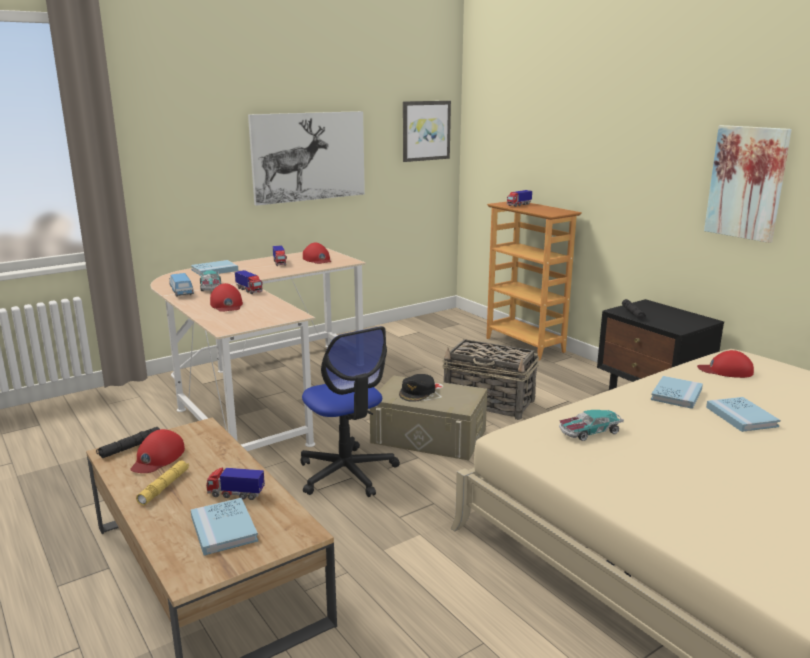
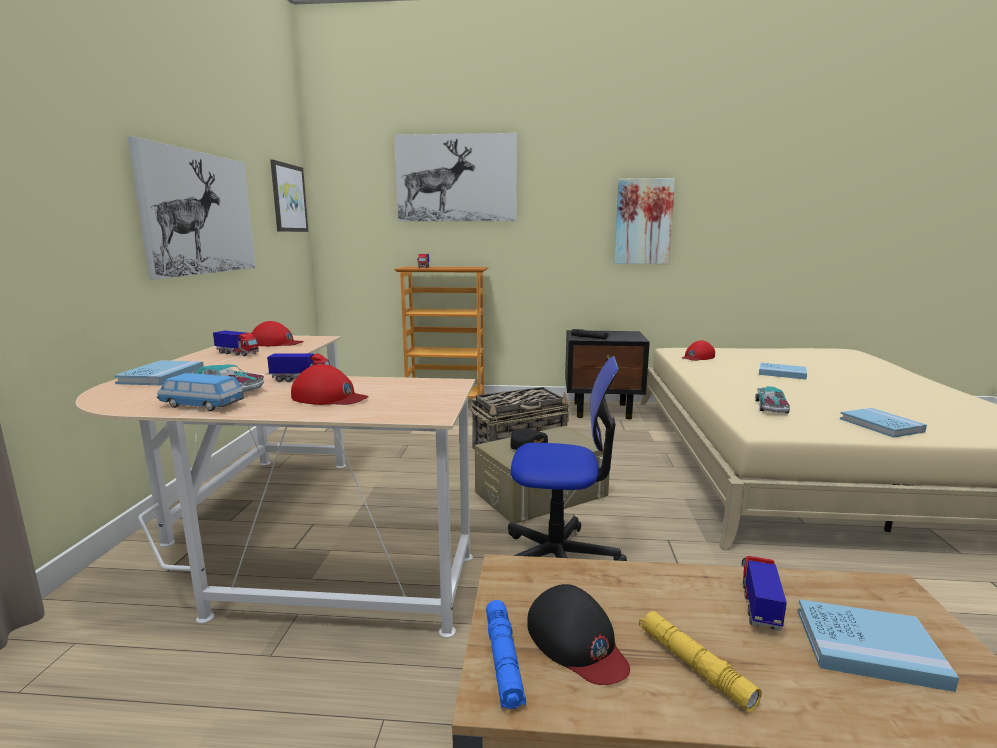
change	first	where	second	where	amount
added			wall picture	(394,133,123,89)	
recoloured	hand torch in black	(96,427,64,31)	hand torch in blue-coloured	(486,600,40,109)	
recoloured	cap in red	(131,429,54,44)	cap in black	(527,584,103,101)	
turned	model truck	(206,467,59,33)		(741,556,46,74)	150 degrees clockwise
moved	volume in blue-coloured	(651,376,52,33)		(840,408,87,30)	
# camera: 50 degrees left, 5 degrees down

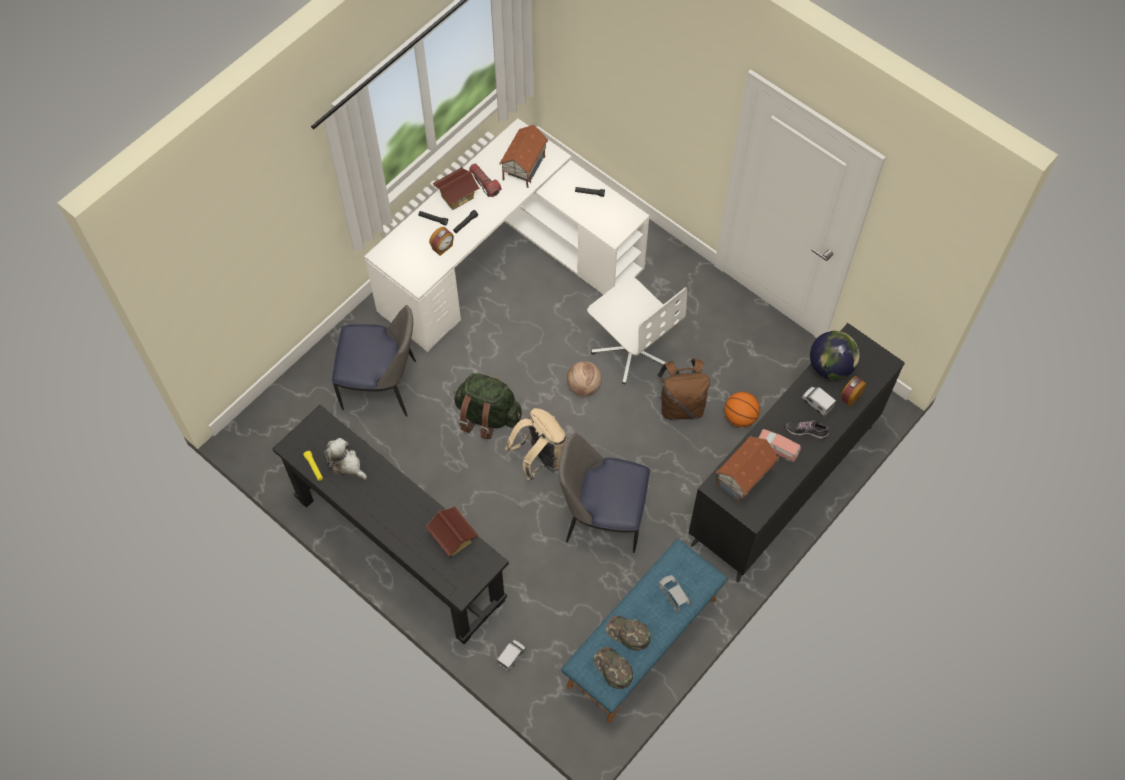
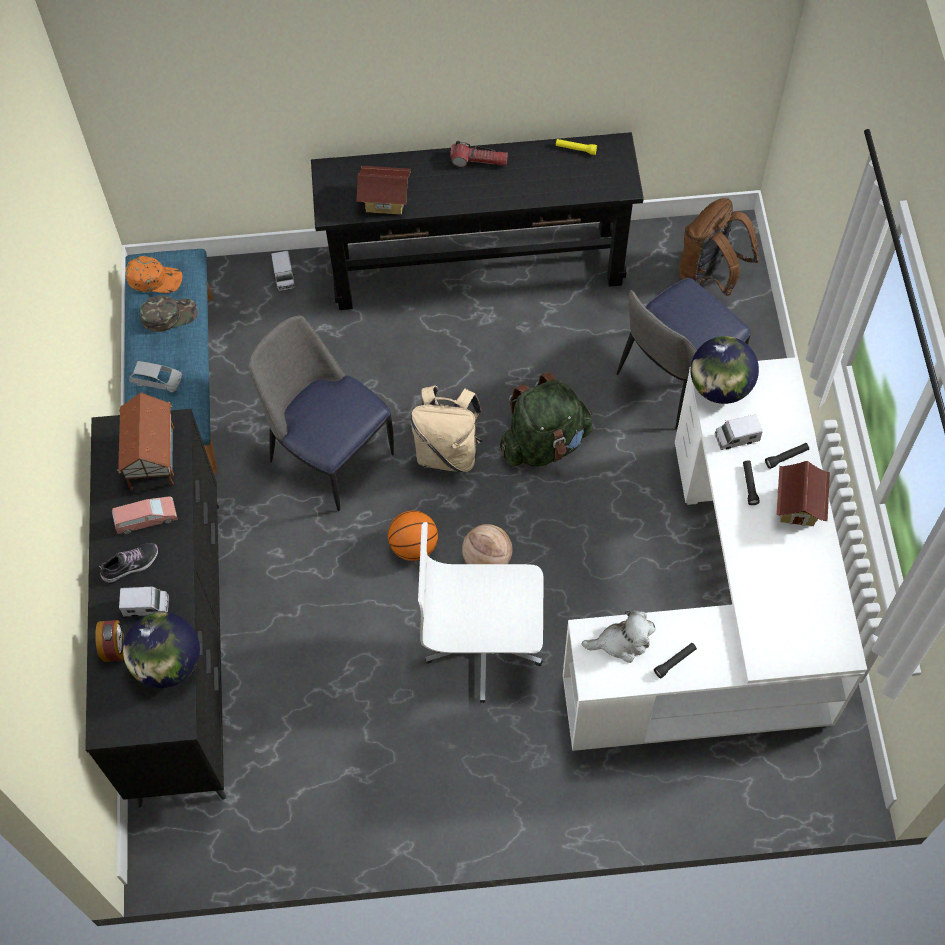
change	first	where	second	where	amount
recoloured	cap in green-coloured	(594,647,39,42)	cap in orangey	(125,256,58,37)	
turned	upright chair	(559,433,91,120)		(248,316,146,195)	105 degrees counterclockwise
moved	basketball ball	(724,392,36,35)		(388,511,50,50)	
moved	hand torch	(469,163,32,34)		(450,141,58,26)	
moved	soft toy	(324,438,43,42)		(582,610,74,53)	
moved	rucksack in brown-coloured	(657,359,53,61)		(679,198,80,98)	
added			desk globe	(691,336,68,68)	
replaced	alarm clock	(429,227,25,29)	model truck	(715,414,48,36)	
removed	toy house	(499,125,49,63)			
# camera: 135 degrees right, 0 degrees up

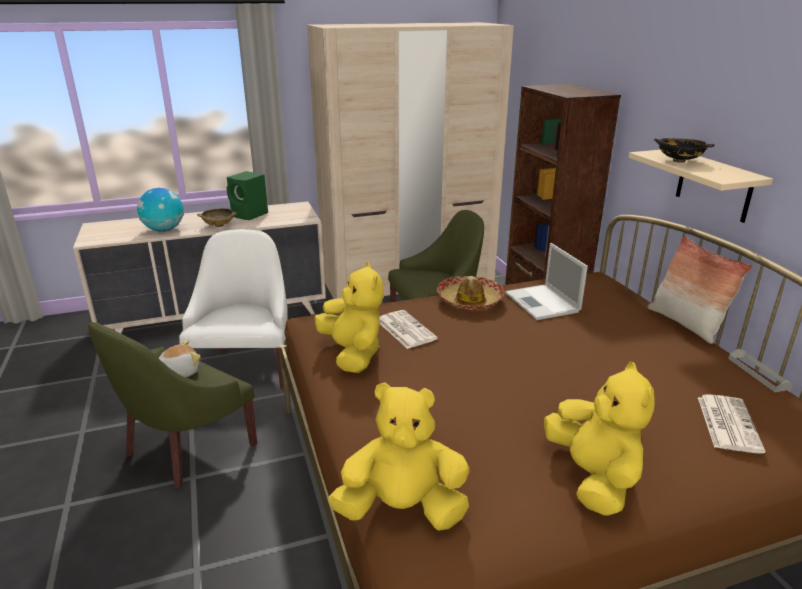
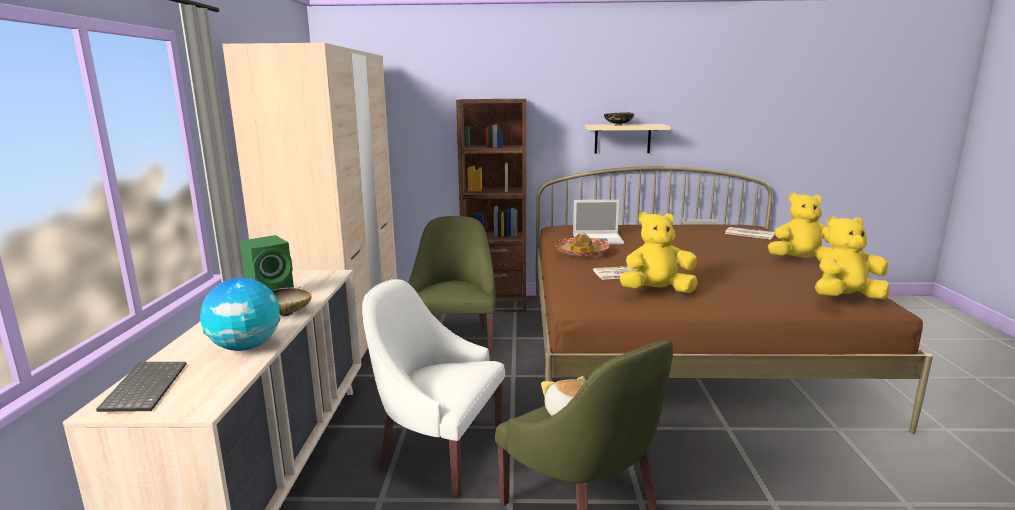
change	first	where	second	where	amount
added			keyboard	(96,362,90,50)	
turned	soft toy in yellow-coloured	(328,382,142,149)		(815,216,75,83)	60 degrees clockwise
removed	cushion	(648,235,105,109)			
# camera: 70 degrees left, 10 degrees down

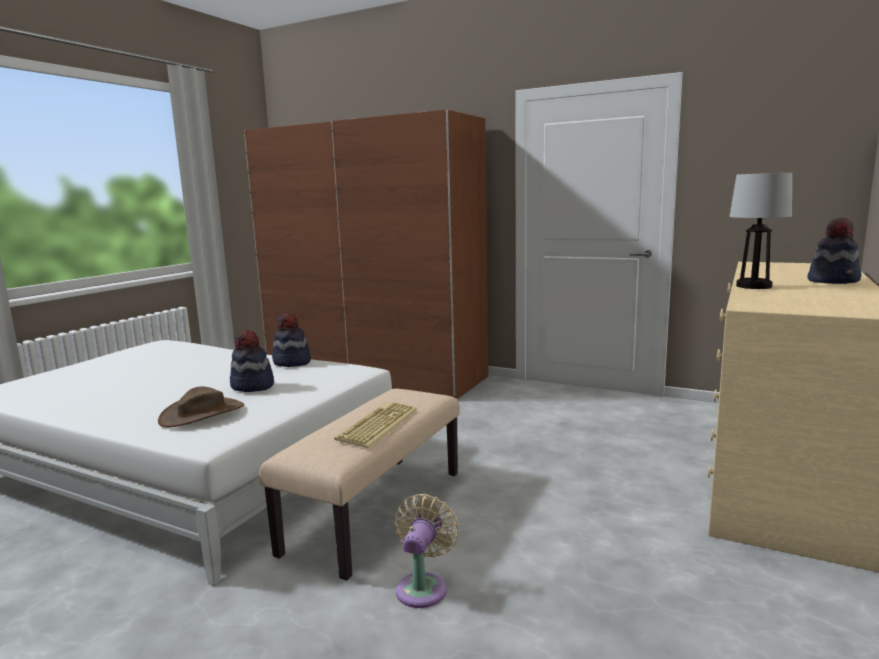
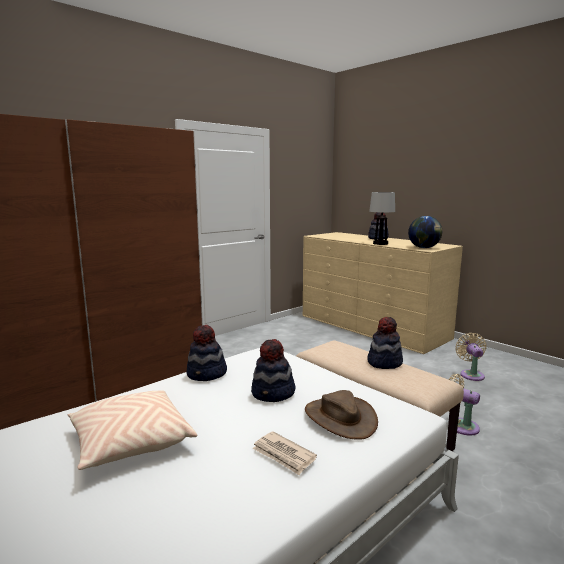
change	first	where	second	where	amount
added			cushion in sand-coloured	(68,390,129,80)	
added			daily paper	(252,431,65,44)	
replaced	keyboard	(334,402,83,46)	clothing hat	(367,317,36,52)	
added			desk globe	(408,216,34,32)	
added			cooling fan in sand-coloured	(455,333,32,48)	
# camera: 70 degrees left, 0 degrees up

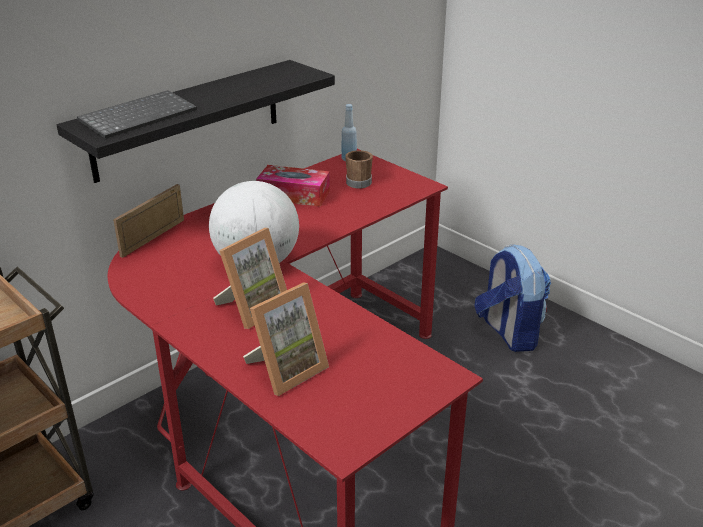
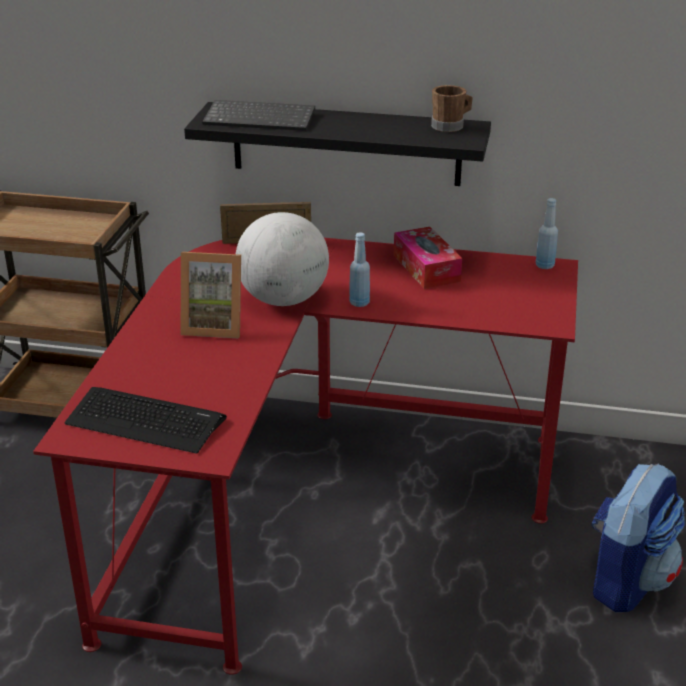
change	first	where	second	where	amount
added			keyboard	(64,387,163,67)	
added			beverage bottle in blue-coloured	(349,232,21,75)	
moved	mug in brown-coloured	(345,150,28,38)		(431,85,42,47)	
removed	standing frame	(243,282,86,114)			
# camera: 55 degrees right, 0 degrees up

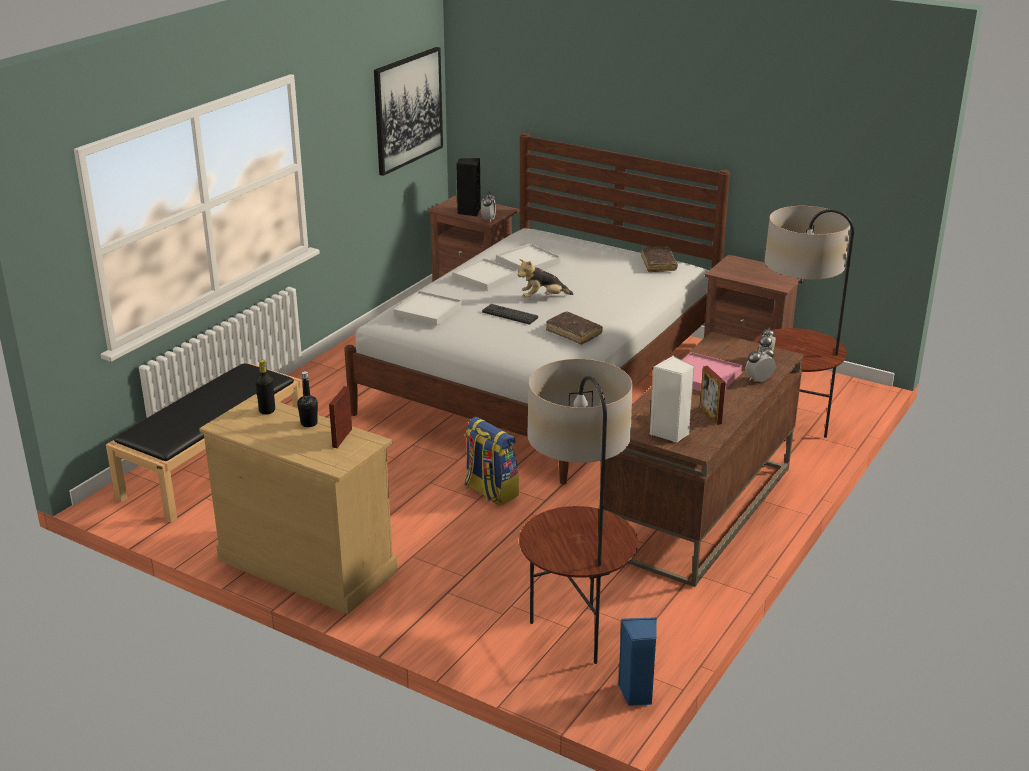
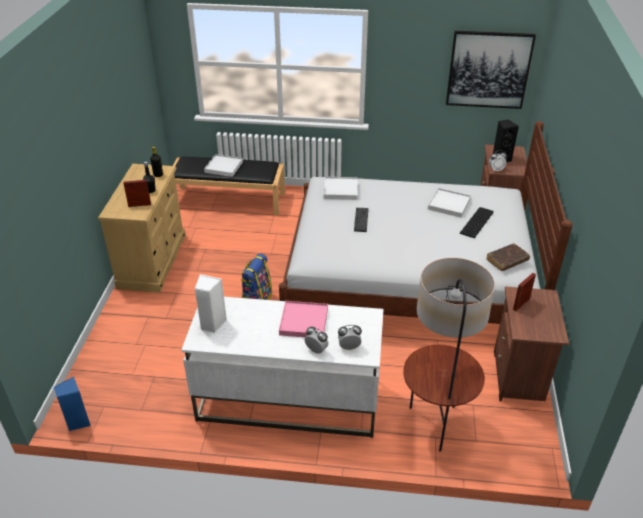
change	first	where	second	where	amount
recoloured	desk table in brown-coloured	(603,331,201,256)	desk table in white-coloured	(181,297,203,141)	
moved	tray in white-coloured	(452,258,67,33)		(204,154,39,23)	
added			keyboard	(460,207,34,31)	
moved	standing frame	(700,366,26,59)		(513,273,23,38)	
removed	soft toy	(518,259,55,39)			
removed	standing lamp	(519,359,119,305)			
removed	volume in brown-coloured	(546,311,57,33)			
# camera: 65 degrees right, 10 degrees up

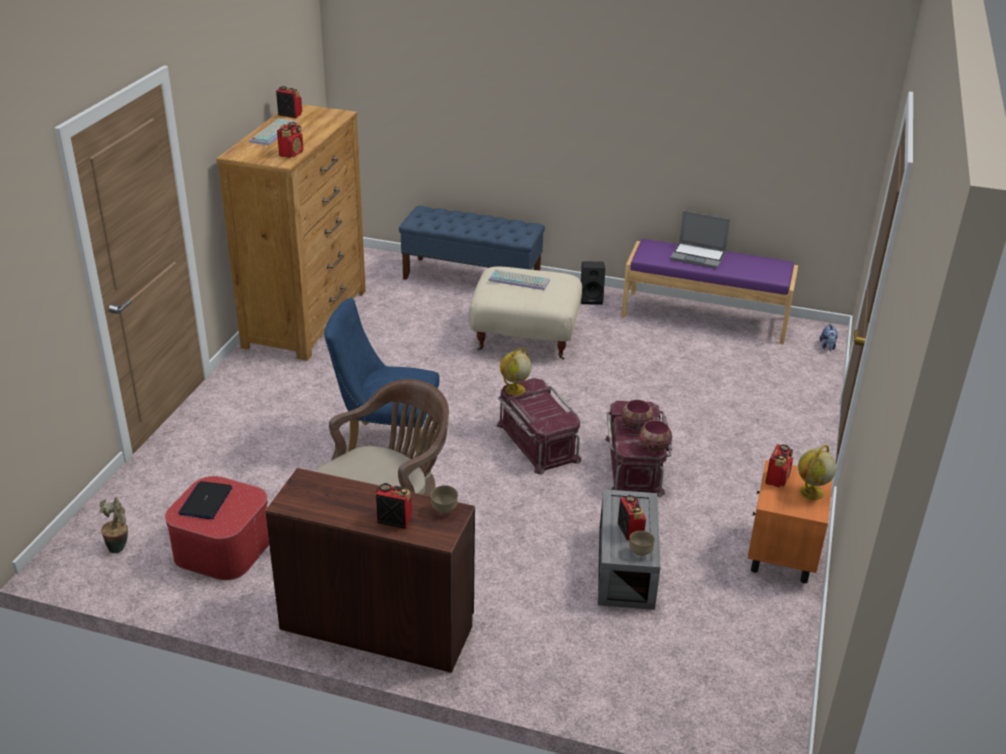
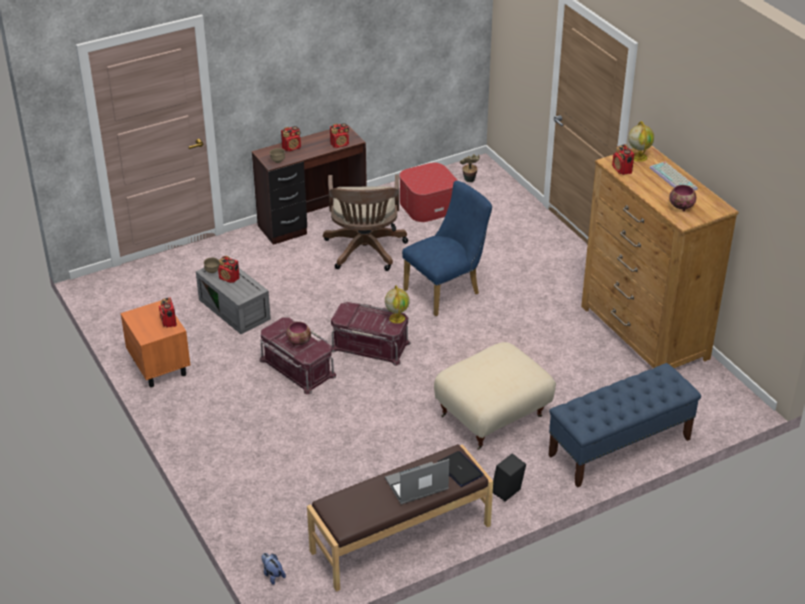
change	first	where	second	where	amount
recoloured	indoor bench in purple	(621,239,177,105)	indoor bench in brown-coloured	(307,444,186,148)	
moved	radio	(276,86,26,32)		(330,123,19,25)	
moved	laptop	(178,481,54,38)		(437,451,46,36)	
moved	desk globe	(798,445,38,55)		(628,121,26,41)	
moved	bowl	(639,420,33,34)		(669,185,27,26)	
removed	keyboard	(488,270,62,20)			
# camera: 135 degrees right, 5 degrees up

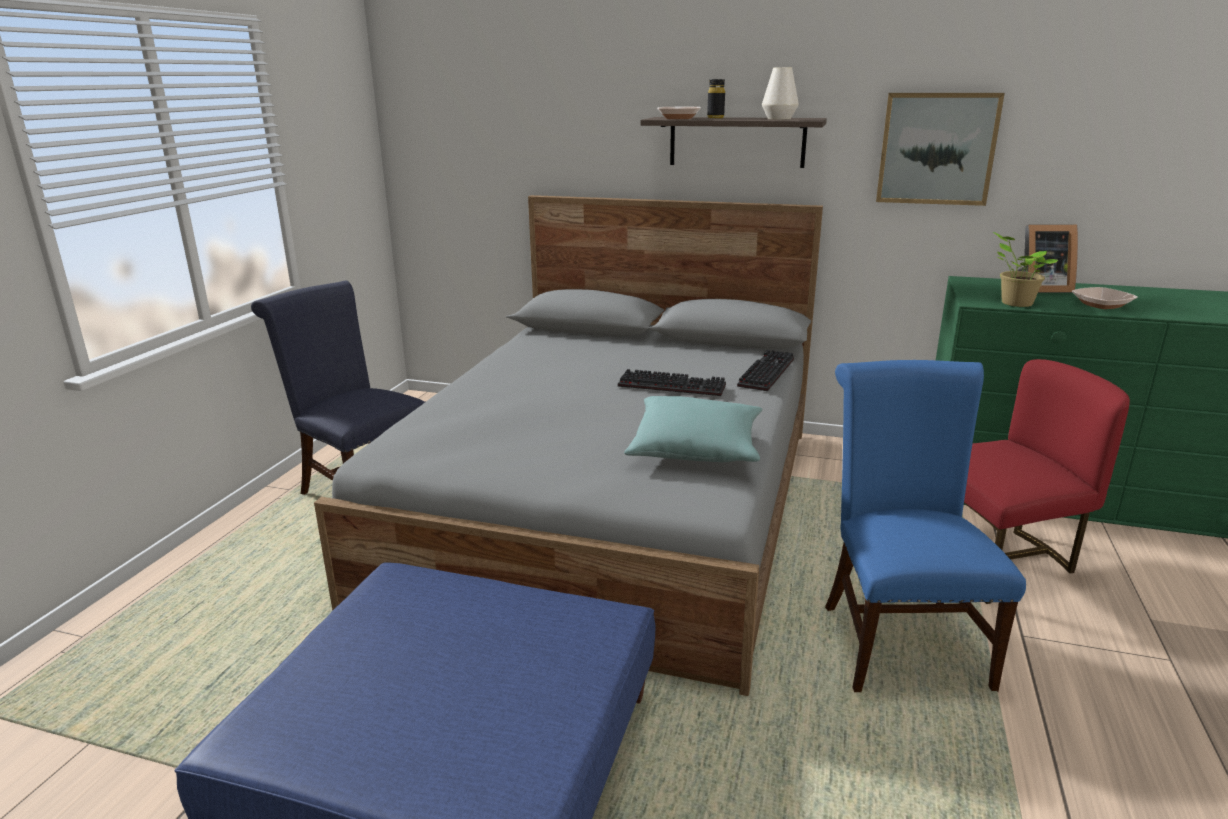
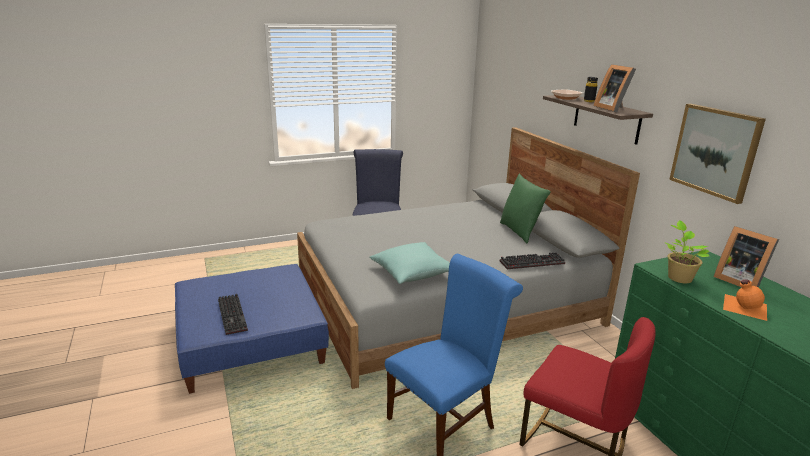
change	first	where	second	where	amount
moved	keyboard	(618,369,108,27)		(218,294,30,41)	
added			cushion in green-coloured	(500,174,51,69)	
replaced	flower vase in white-coloured	(762,67,37,53)	standing frame	(594,64,42,48)	
replaced	bowl	(1072,287,66,22)	beverage bottle in orangey	(723,279,44,42)	
# camera: 50 degrees right, 0 degrees up

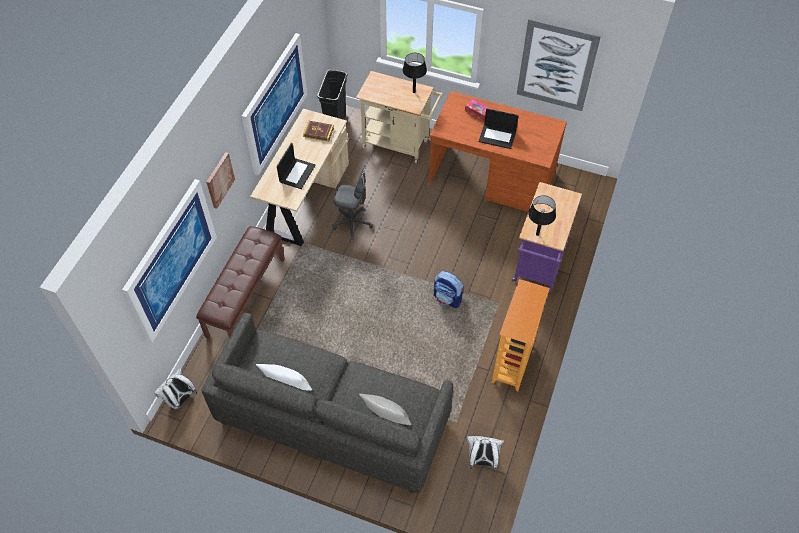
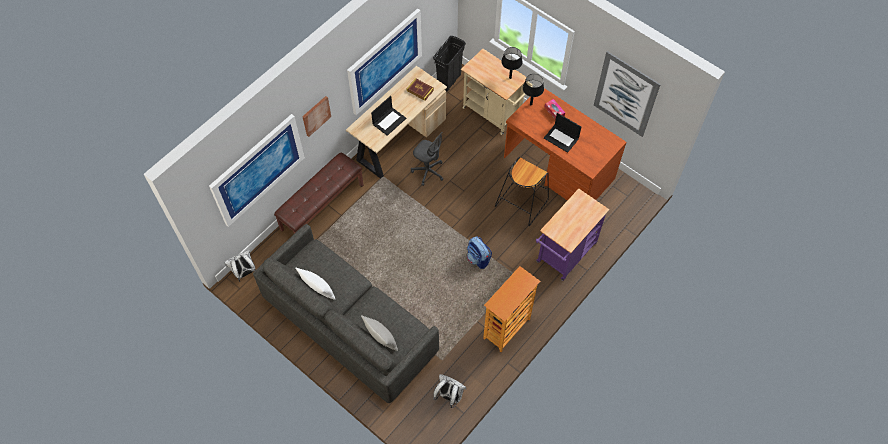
change	first	where	second	where	amount
added			stool seat in black	(495,157,54,69)	
moved	table lamp in black	(528,195,28,41)		(523,74,21,31)	
# camera: 20 degrees right, 5 degrees up

